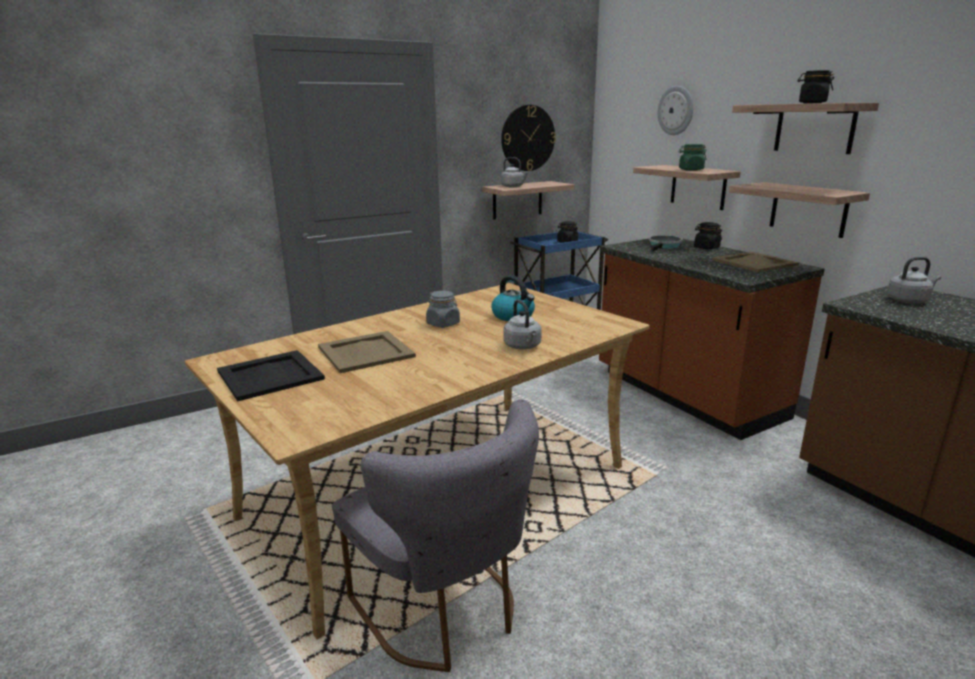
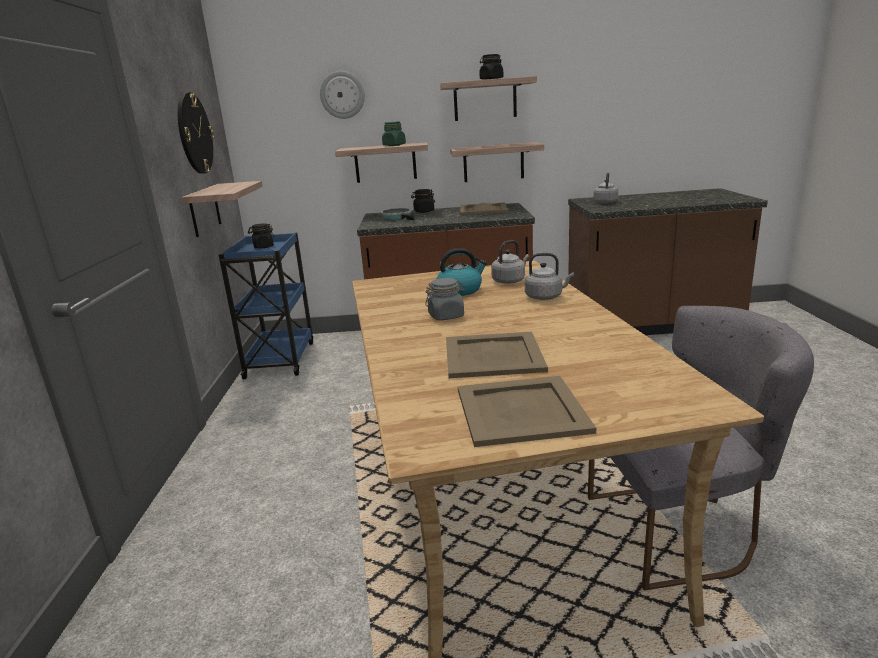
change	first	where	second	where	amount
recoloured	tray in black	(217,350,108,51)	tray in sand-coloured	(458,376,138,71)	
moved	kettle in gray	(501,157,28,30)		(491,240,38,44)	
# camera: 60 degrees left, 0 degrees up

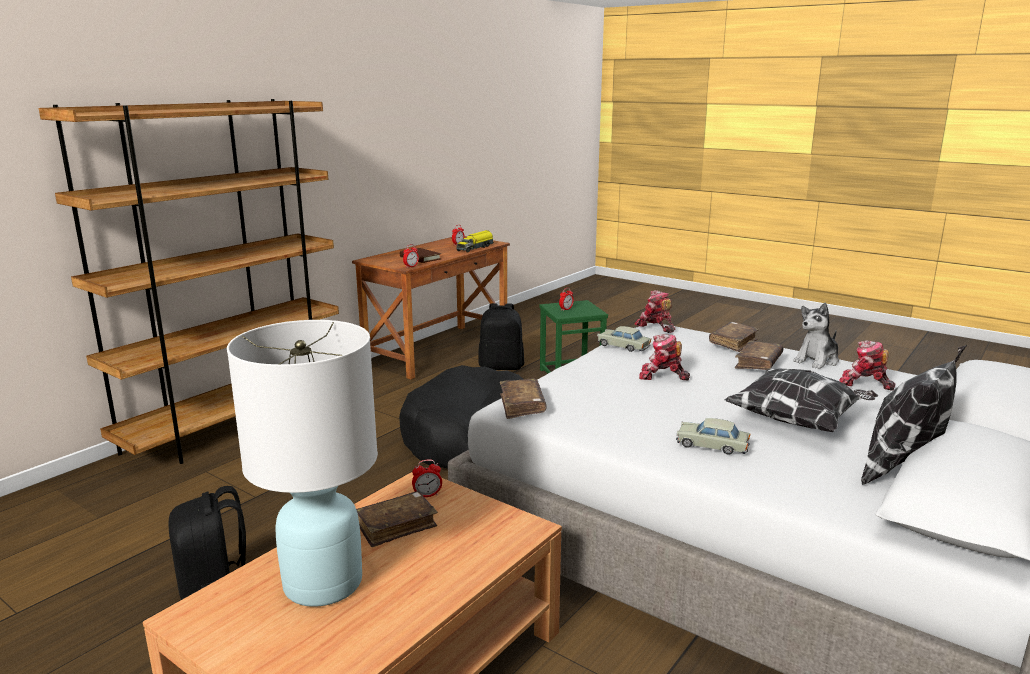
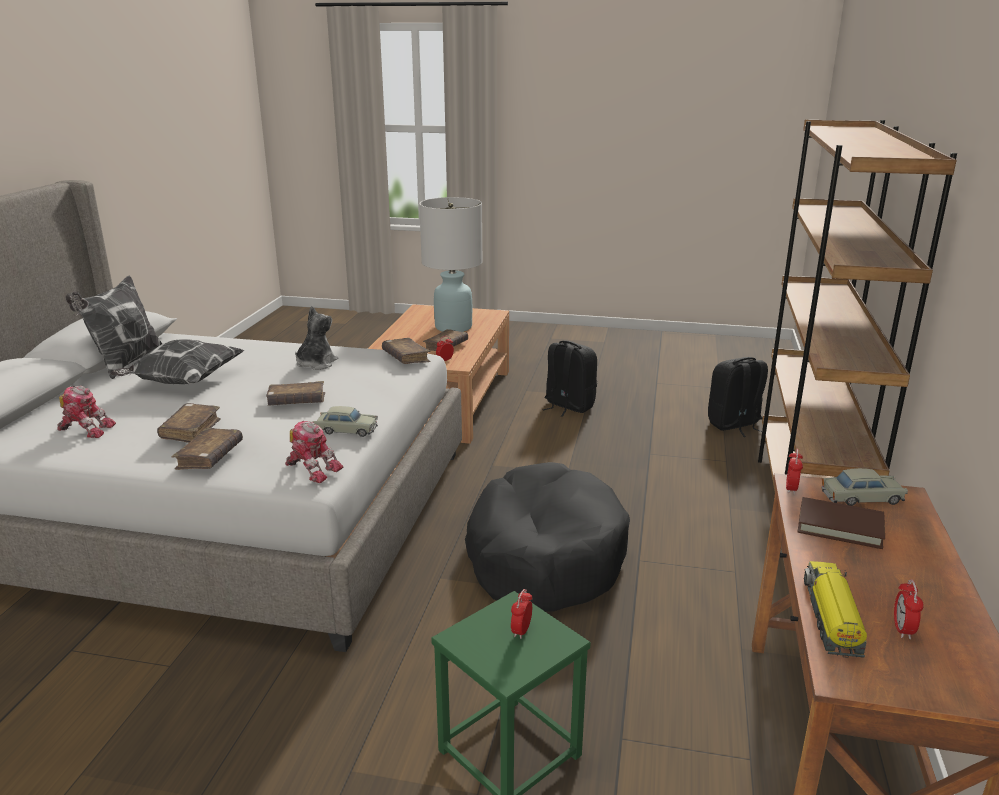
change	first	where	second	where	amount
replaced	model robot	(639,334,51,46)	volume in brown-coloured	(266,381,59,25)	
moved	soft toy	(793,303,46,66)		(295,306,43,64)	
moved	rucksack in black	(478,303,46,67)		(708,357,60,80)	
moved	toy car in sand-coloured	(676,418,75,37)		(822,468,86,38)	
# camera: 155 degrees right, 5 degrees up

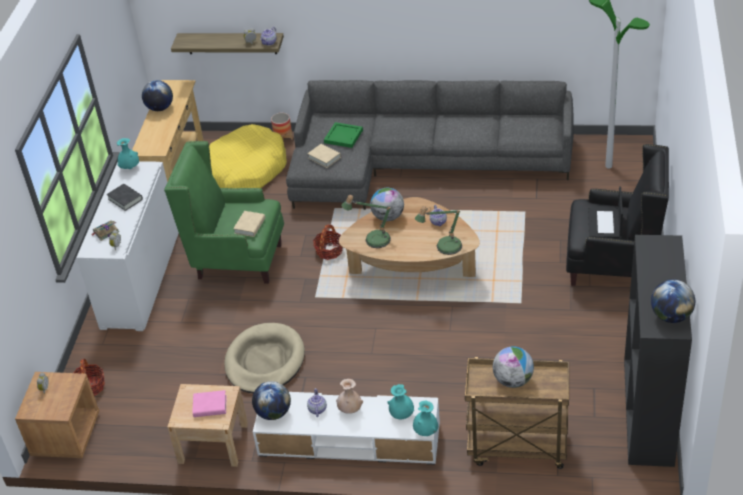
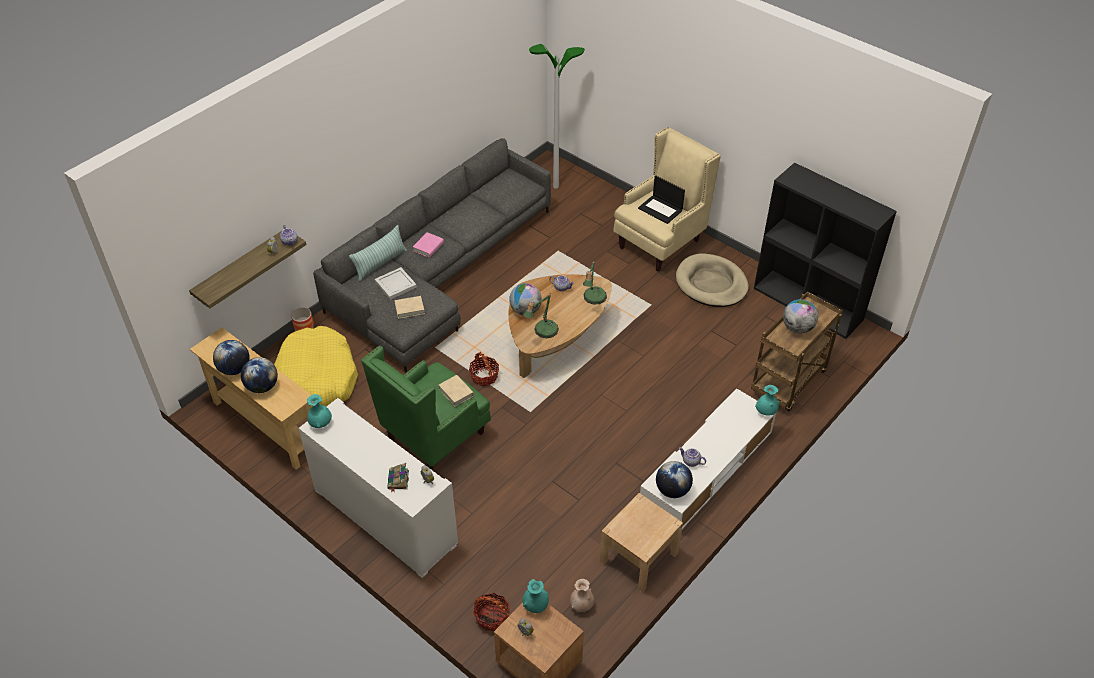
change	first	where	second	where	amount
moved	desk globe	(651,279,44,44)		(241,357,37,36)	
added			cushion	(349,225,58,57)	
recoloured	tray in green-coloured	(324,122,39,26)	tray in white-coloured	(375,267,42,33)	
moved	volume in pink-coloured	(192,390,34,27)		(413,232,31,26)	
moved	flower vase in turquoise	(388,384,26,35)		(523,579,26,34)	
moved	flower vase in sand-coloured	(336,379,27,35)		(570,579,24,33)	
recoloured	armchair in black	(566,144,103,142)	armchair in sand-coloured	(613,127,108,145)	
moved	pet bed in sand-coloured	(224,323,81,70)		(676,253,73,54)	
removed	volume in black	(107,184,36,27)			
# camera: 60 degrees left, 5 degrees up

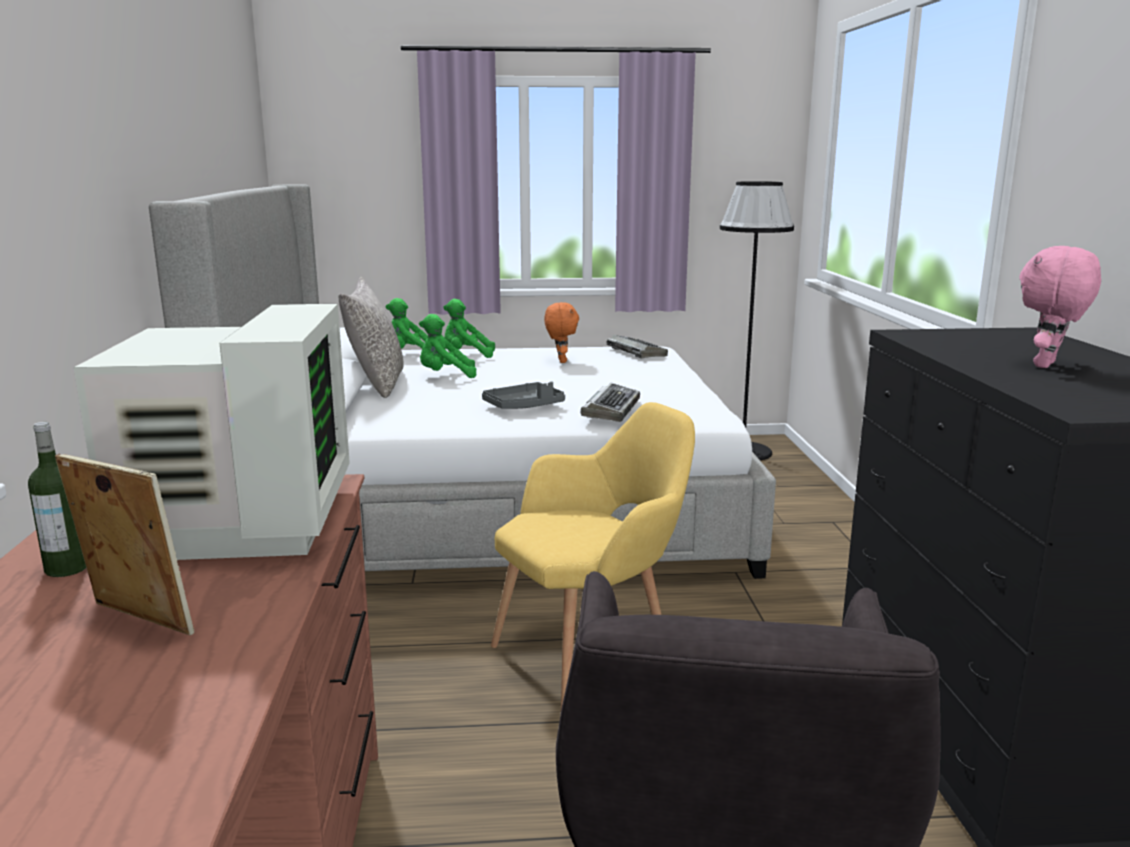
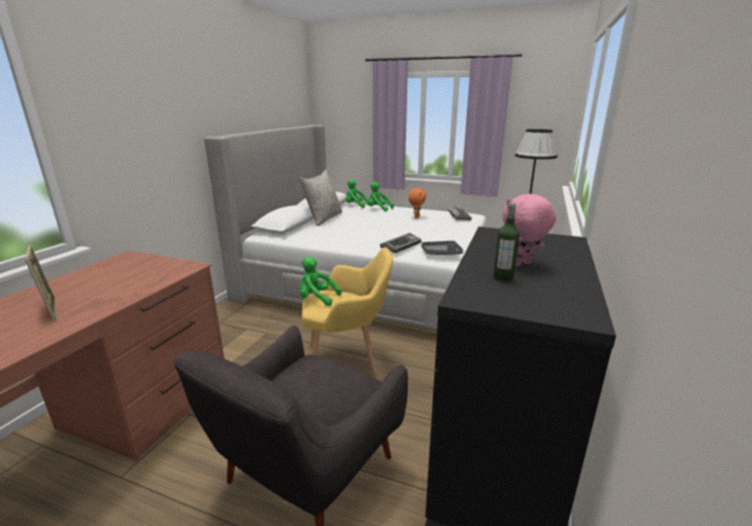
change	first	where	second	where	amount
moved	soft toy in green-coloured	(419,314,57,64)		(300,257,42,49)	
moved	tray in gray	(482,381,83,28)		(421,241,42,14)	
moved	beverage bottle	(28,422,58,155)		(493,202,27,80)	
removed	monitor	(74,304,276,256)			
# camera: 25 degrees right, 5 degrees up

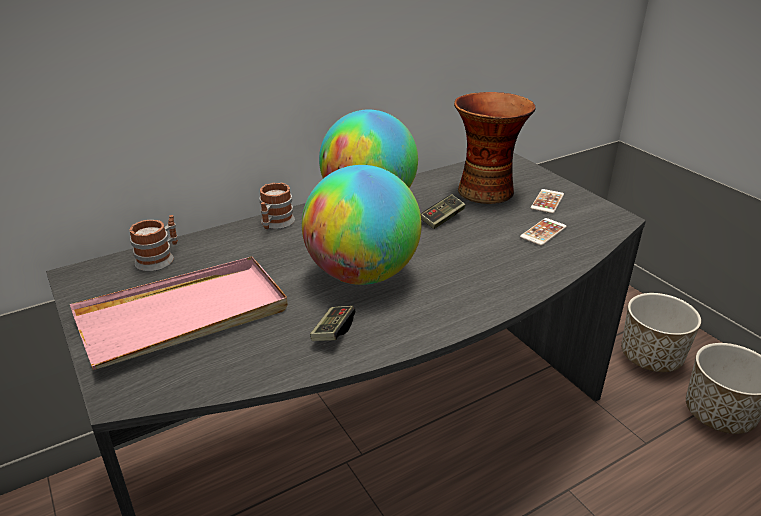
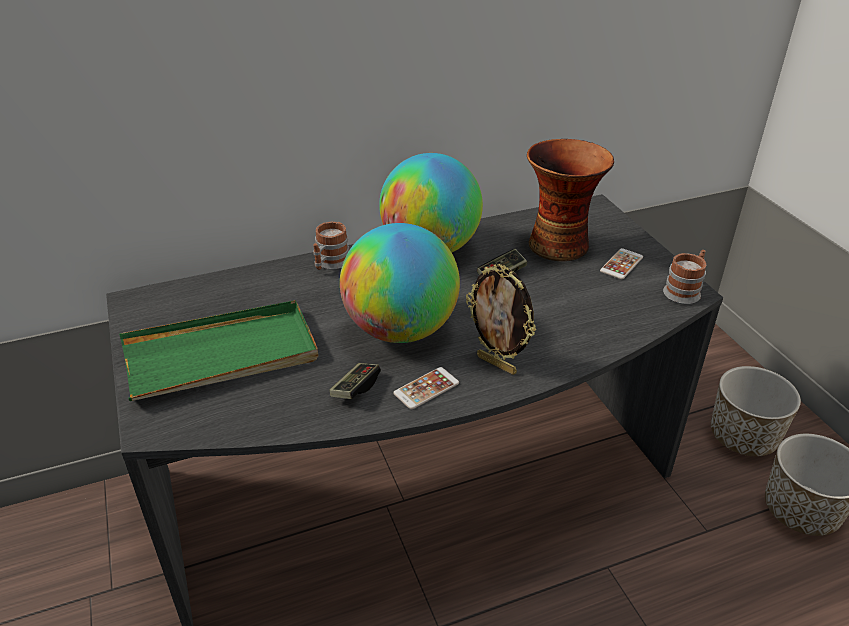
change	first	where	second	where	amount
recoloured	tray in pink-coloured	(70,257,218,113)	tray in green-coloured	(119,300,199,101)	
moved	handset	(520,218,47,28)		(393,367,66,42)	
added			standing frame	(466,264,70,111)	
moved	mug	(130,215,48,56)		(663,250,43,54)	
# camera: 10 degrees right, 5 degrees up

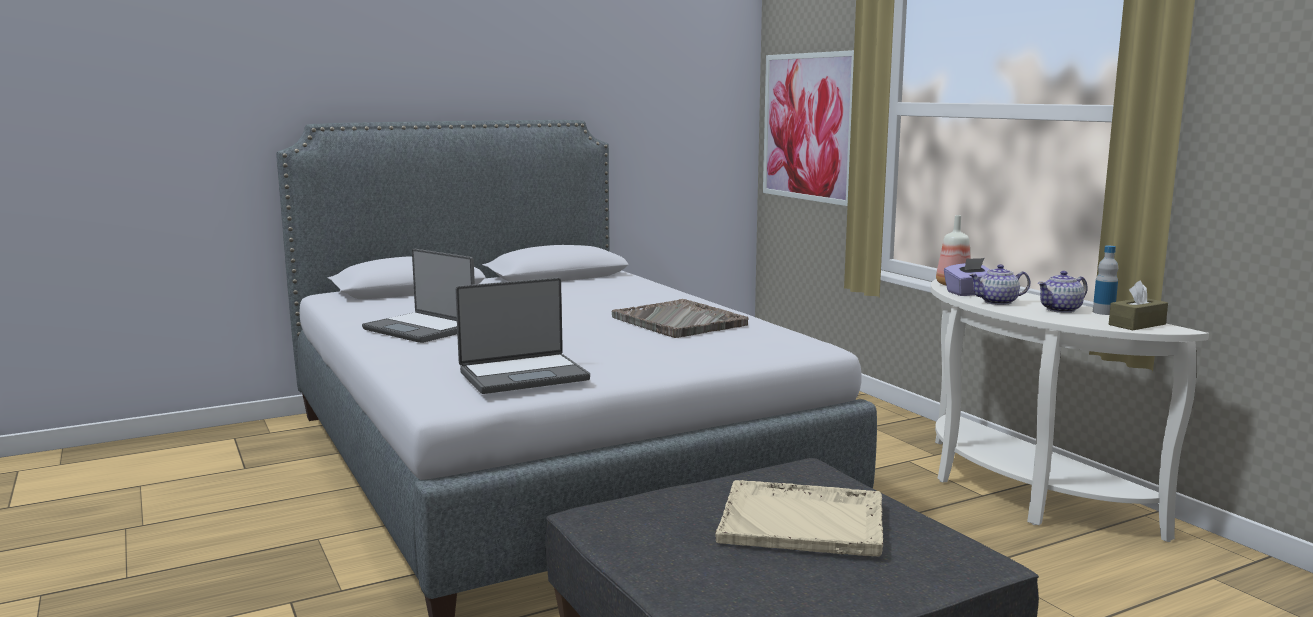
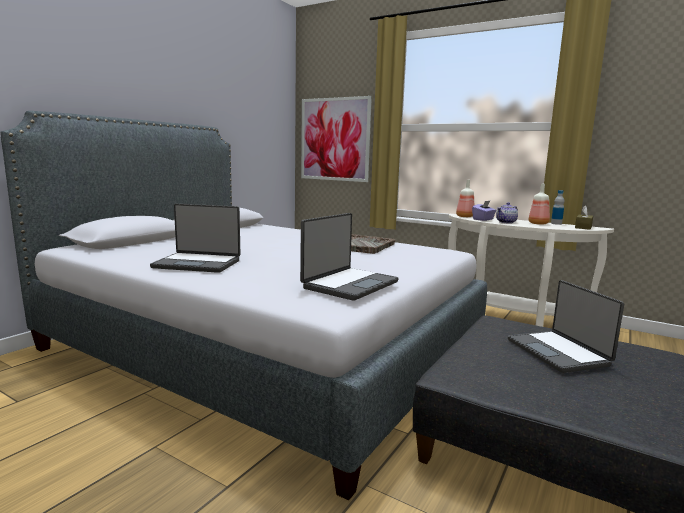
change	first	where	second	where	amount
replaced	tray in sand-coloured	(715,480,168,77)	laptop	(508,280,116,93)	
replaced	teapot	(1038,271,50,42)	beverage bottle	(528,184,22,41)	
# camera: 30 degrees left, 0 degrees up

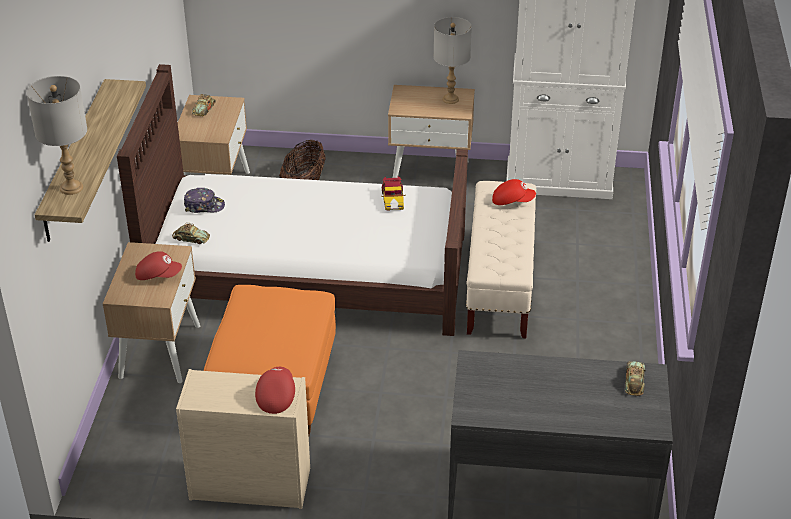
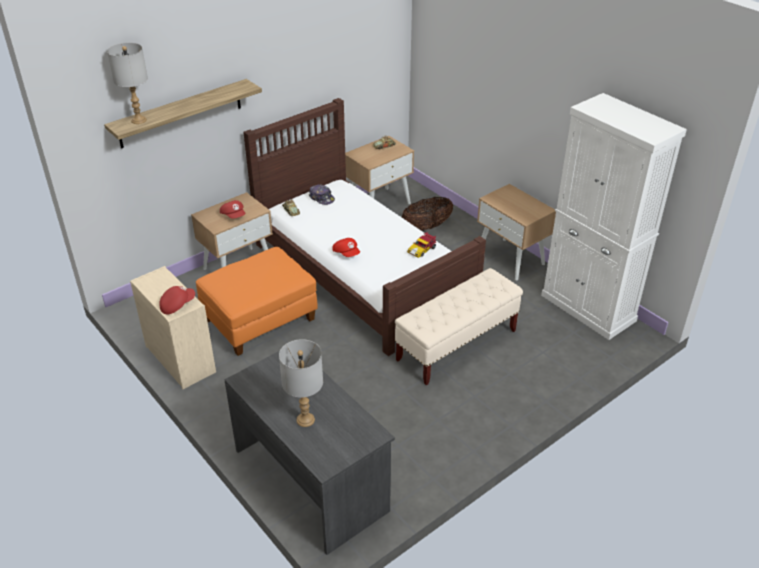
change	first	where	second	where	amount
moved	table lamp in gray	(434,17,38,87)		(279,339,44,88)	
moved	cap in red	(492,179,44,26)		(332,238,28,19)	
removed	toy car	(625,361,21,35)			
# camera: 45 degrees right, 0 degrees up

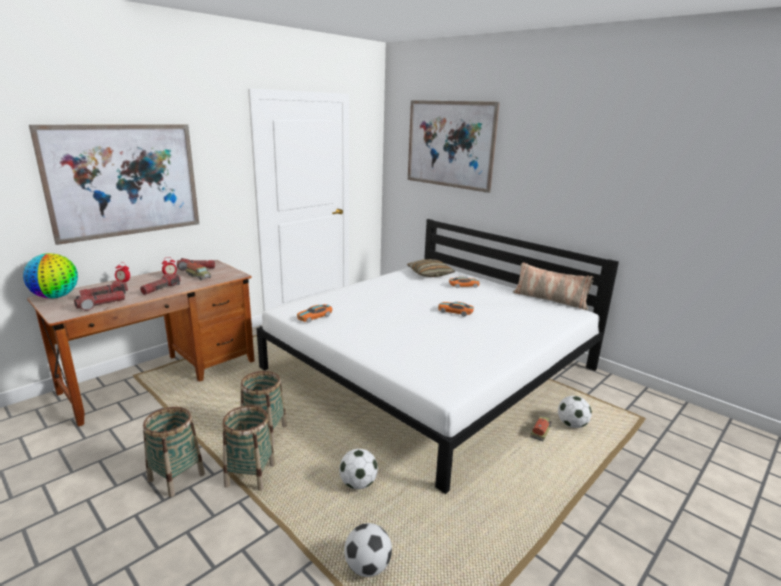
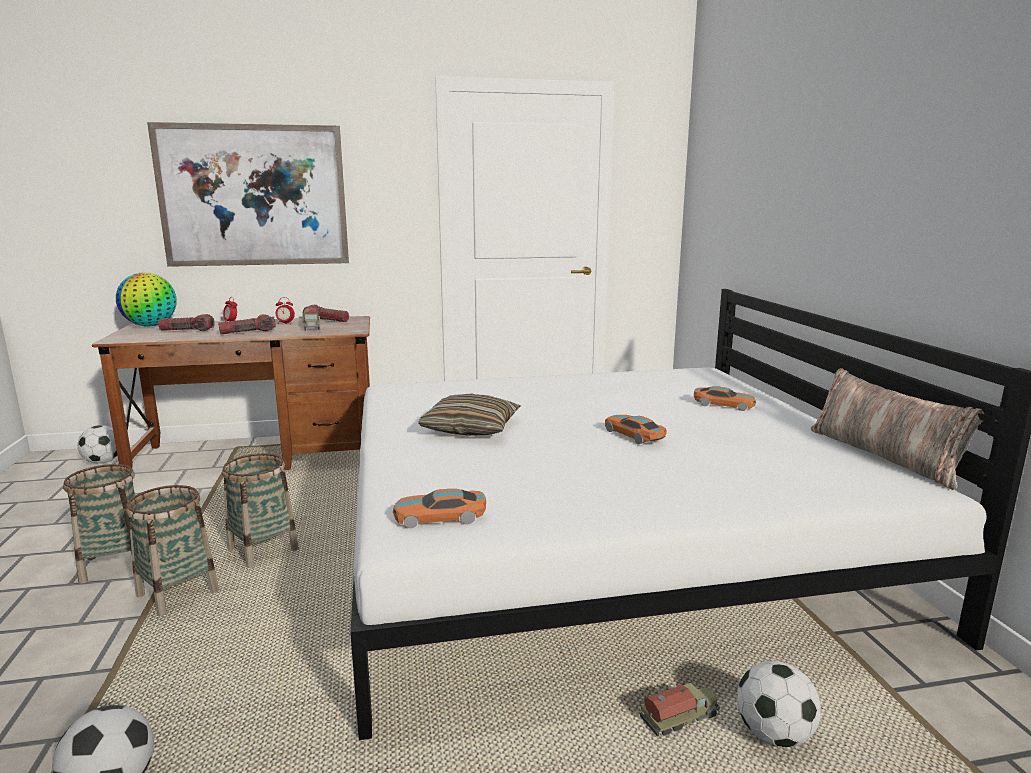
change	first	where	second	where	amount
moved	ball for football	(339,449,39,40)		(78,425,39,39)	
moved	toy car	(297,304,35,19)		(393,489,93,39)	
moved	cushion	(407,259,48,18)		(418,394,103,42)	
removed	hand torch	(74,290,51,21)			
removed	wall picture	(408,100,92,93)			
# camera: 35 degrees right, 5 degrees down

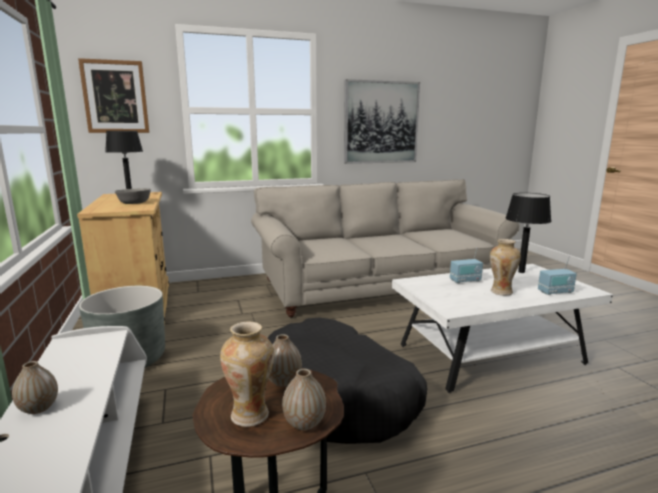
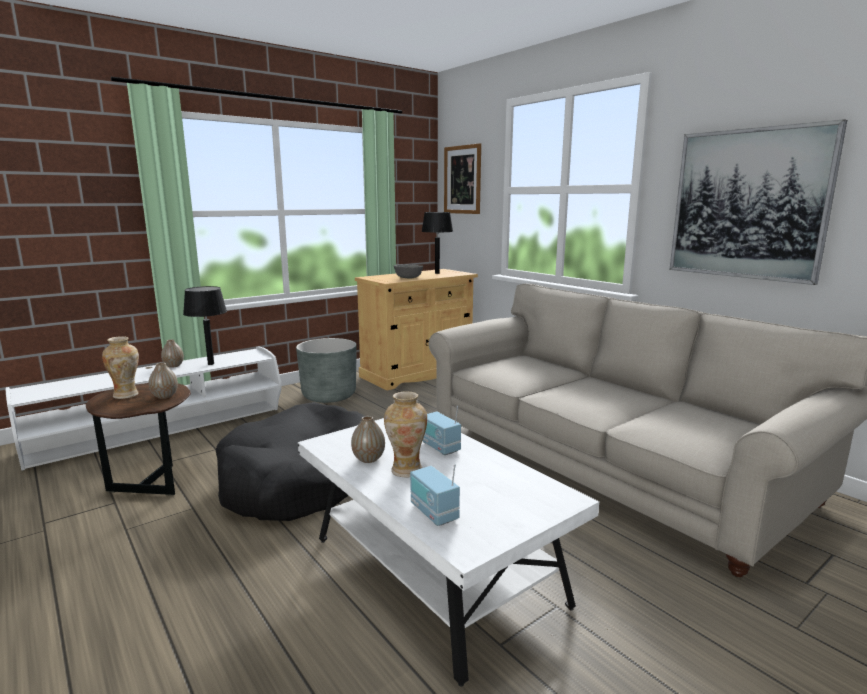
change	first	where	second	where	amount
moved	table lamp in black	(506,193,45,80)		(183,286,44,79)	
moved	flower vase	(282,369,44,61)		(351,416,34,47)	
# camera: 70 degrees right, 0 degrees up

